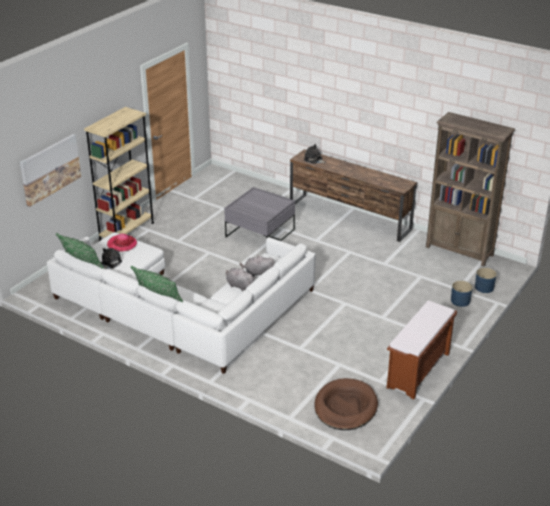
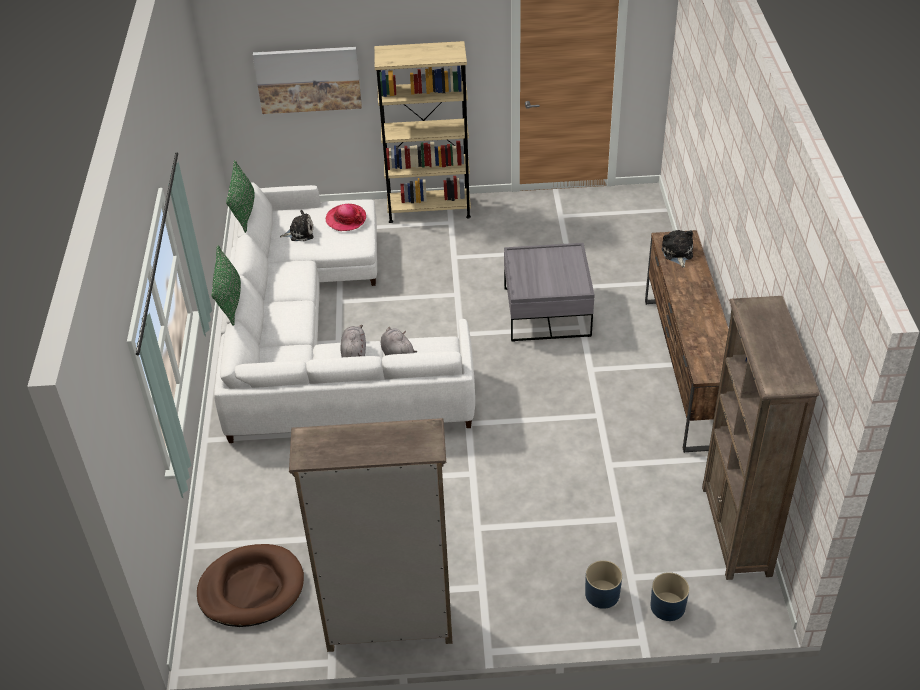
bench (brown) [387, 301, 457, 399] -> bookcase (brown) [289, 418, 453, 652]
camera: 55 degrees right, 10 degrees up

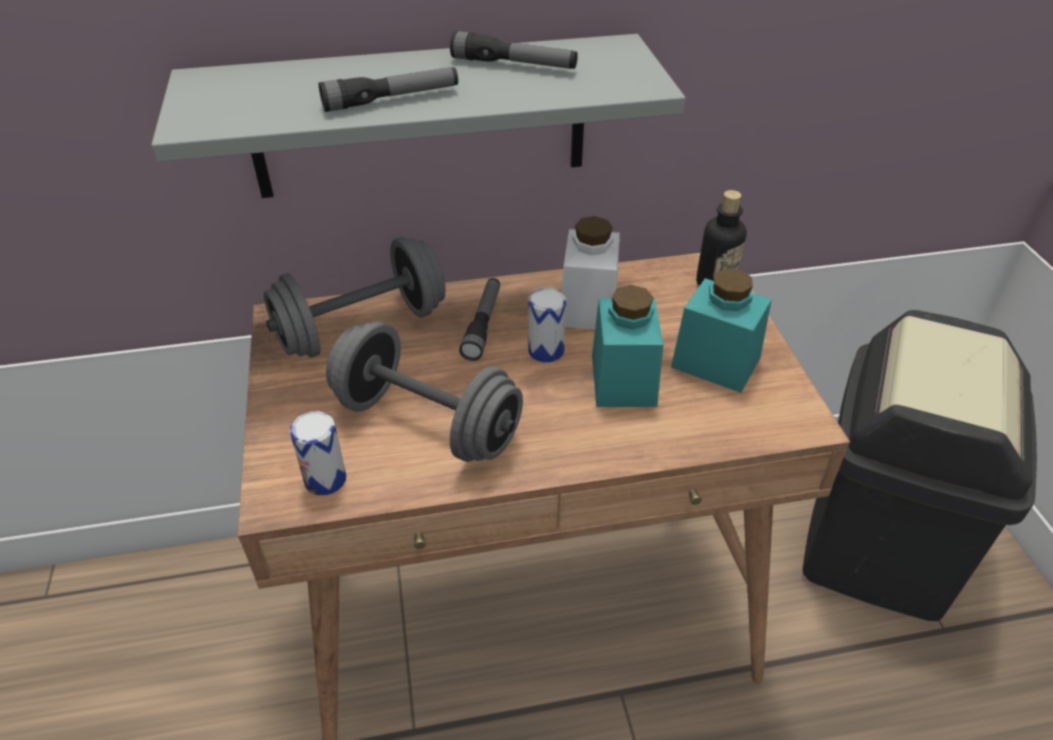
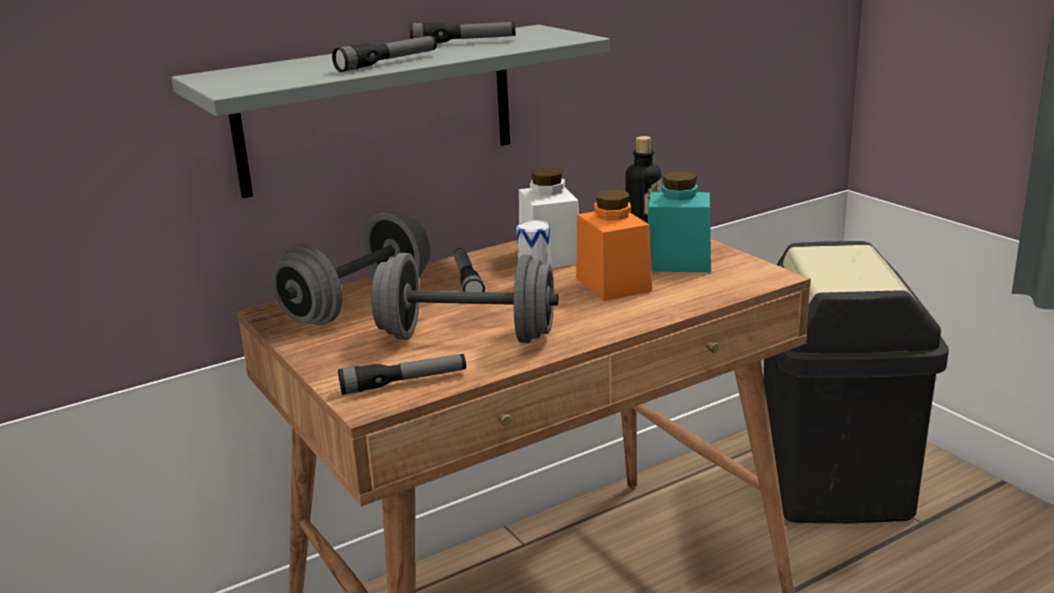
can [290, 411, 346, 496] -> flashlight [338, 354, 466, 395]
jar (turquoise) [592, 285, 663, 407] -> jar (orange) [576, 190, 652, 301]
camera: 20 degrees left, 20 degrees down

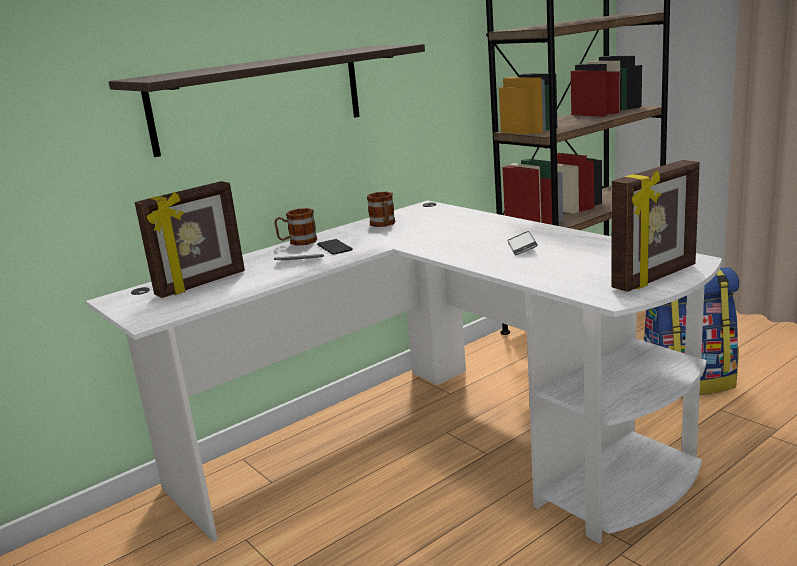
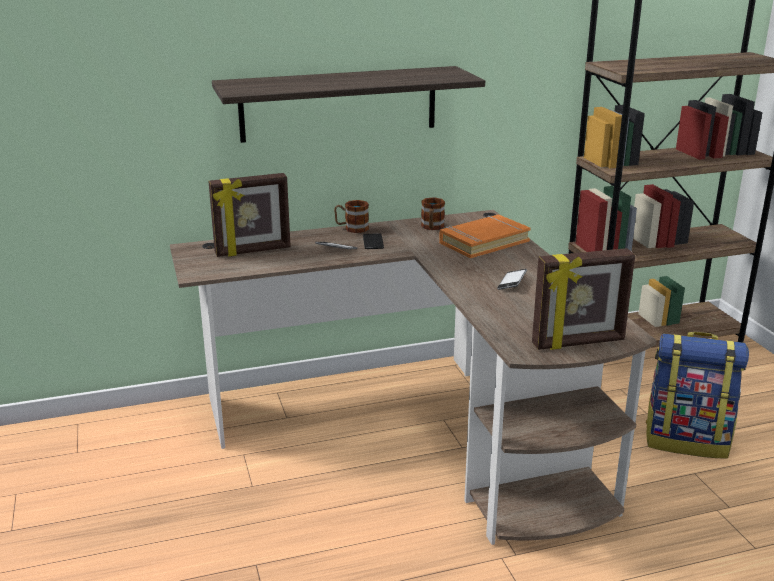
desk (white) [86, 201, 722, 544] -> desk (brown) [170, 210, 657, 545]
none -> book (orange) [439, 214, 531, 258]
camera: 20 degrees right, 5 degrees up

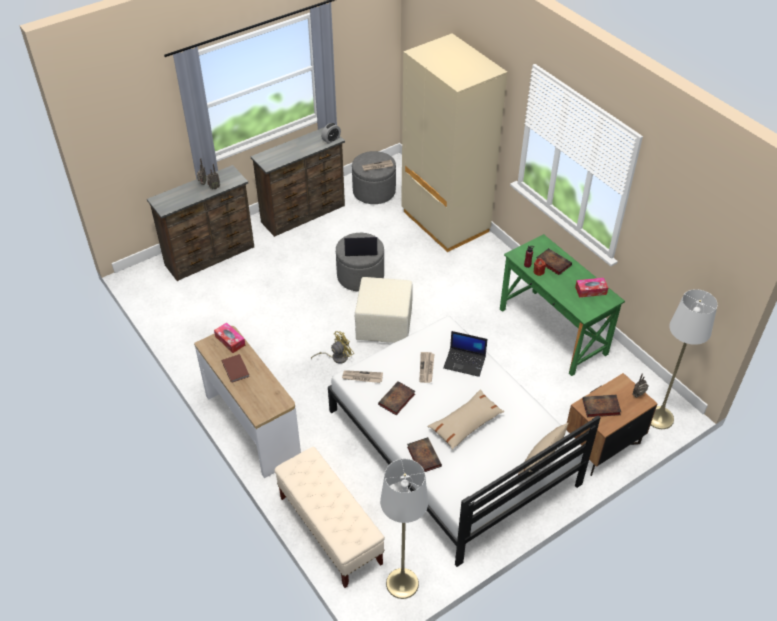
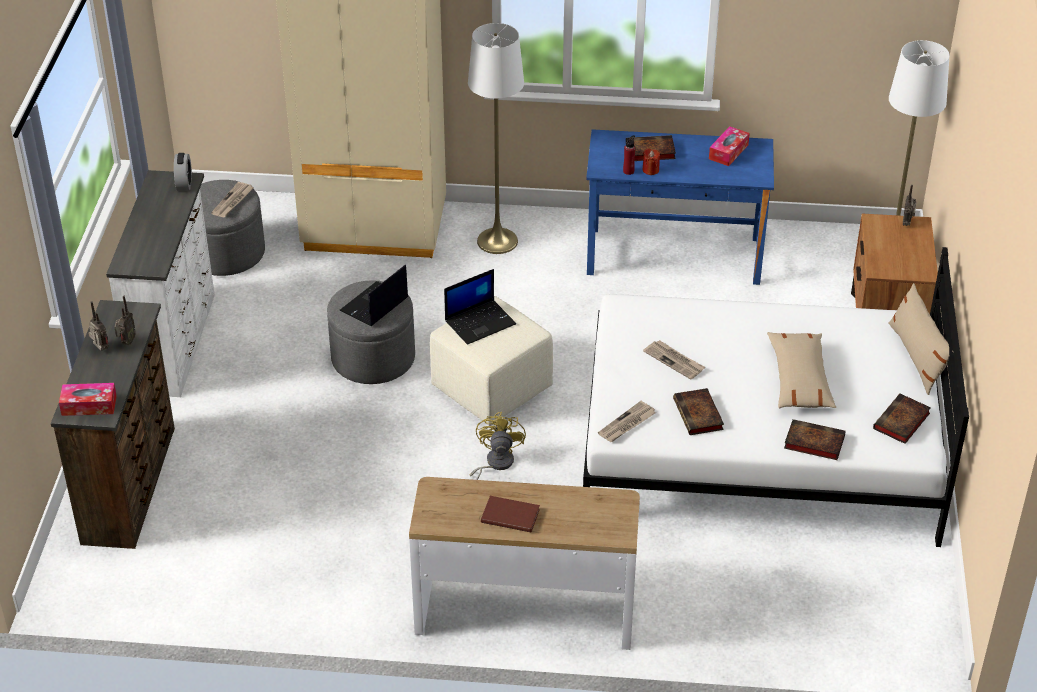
tissue box [214, 323, 245, 353] -> tissue box [59, 383, 117, 416], relocated
dresser (brown) [250, 127, 345, 237] -> dresser (white) [106, 170, 215, 397]
bench (beige) [275, 447, 385, 588] -> none
floor lamp (white) [380, 459, 428, 599] -> floor lamp (white) [468, 23, 524, 254], relocated
laptop [443, 331, 488, 377] -> laptop [444, 269, 516, 345], relocated
desk (green) [500, 234, 625, 376] -> desk (blue) [586, 129, 774, 285]
book [583, 395, 621, 417] -> book [873, 394, 931, 444], relocated
camera: 50 degrees left, 5 degrees down

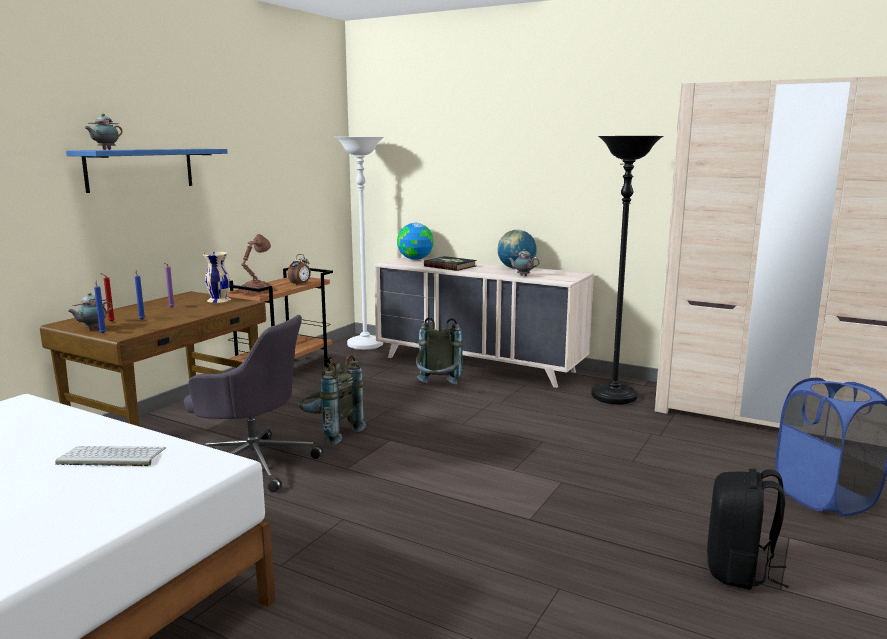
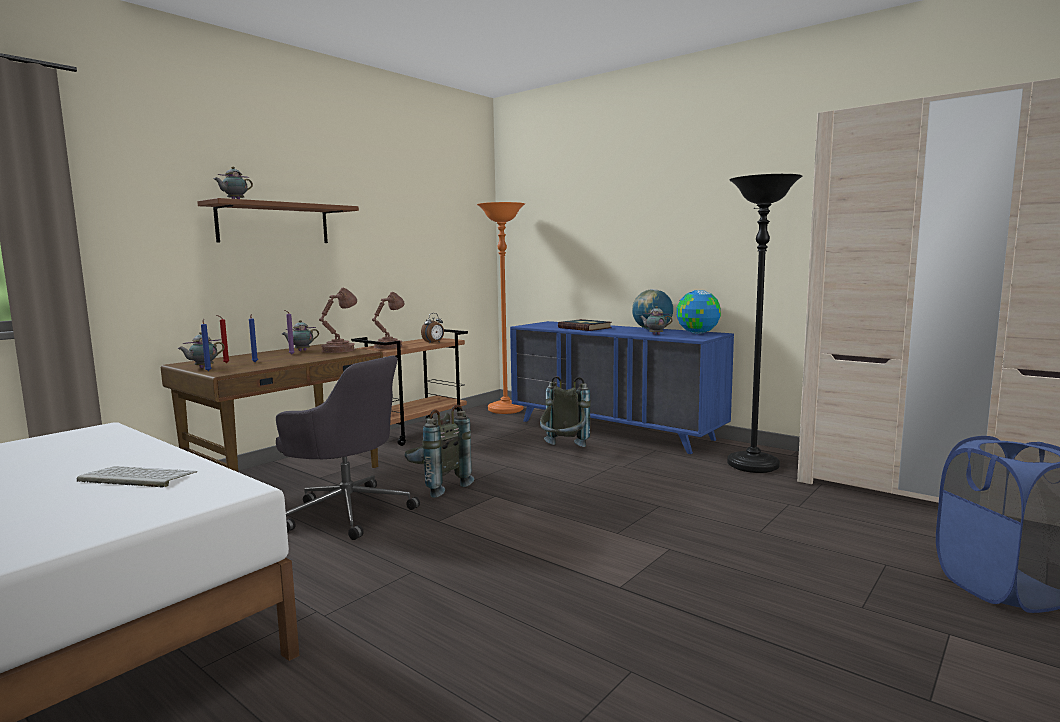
shelf (blue) [66, 149, 228, 193] -> shelf (brown) [197, 198, 359, 243]
vase (beige) [203, 252, 231, 303] -> table lamp (brown) [319, 288, 357, 353]
floor lamp (white) [335, 137, 384, 350] -> floor lamp (orange) [477, 202, 525, 414]
dresser (beige) [374, 257, 594, 388] -> dresser (blue) [510, 321, 734, 454]
globe [397, 223, 434, 260] -> globe [676, 290, 721, 334], relocated
backpack (black) [707, 469, 789, 590] -> none
none -> teapot [282, 320, 319, 351]
camera: 10 degrees right, 5 degrees down

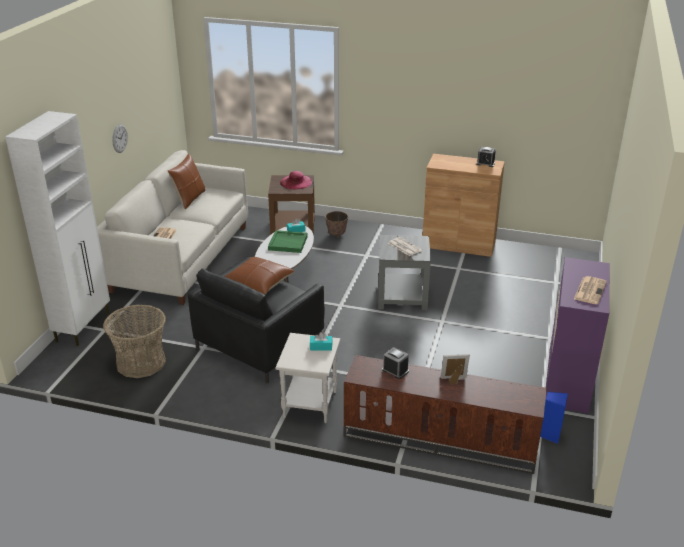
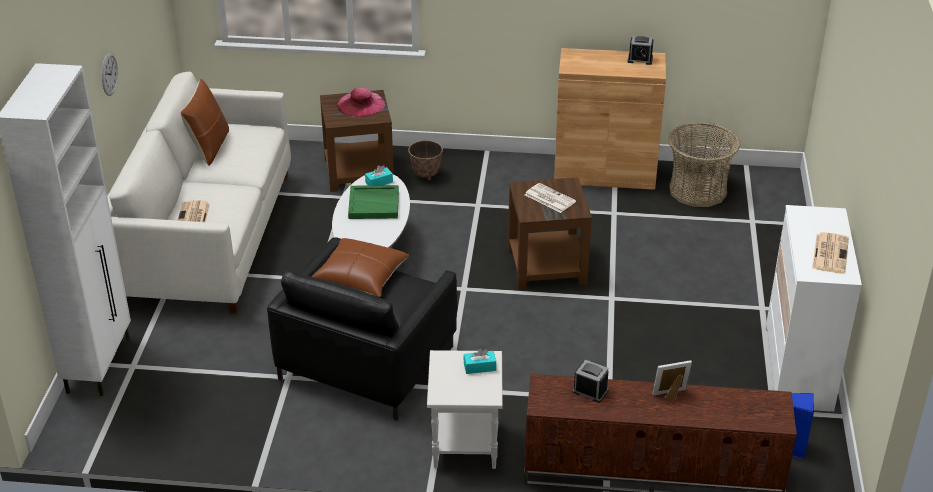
basket [103, 305, 166, 378] -> basket [668, 122, 740, 207], relocated
side table (grey) [378, 235, 431, 311] -> side table (brown) [508, 177, 592, 289]
dresser (purple) [546, 257, 610, 414] -> dresser (white) [765, 205, 862, 412]
camera: 10 degrees left, 5 degrees up

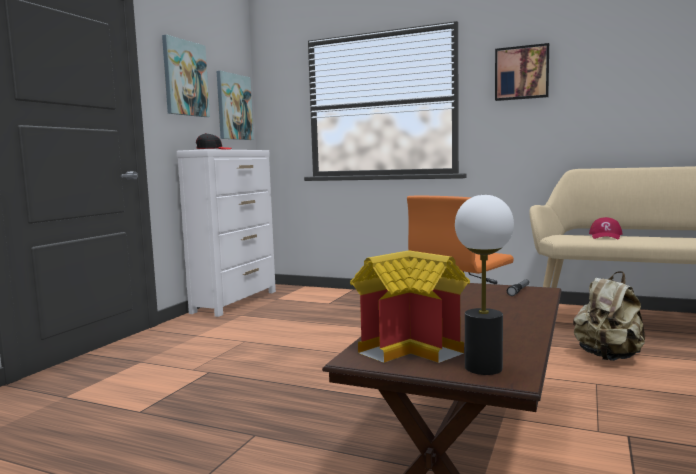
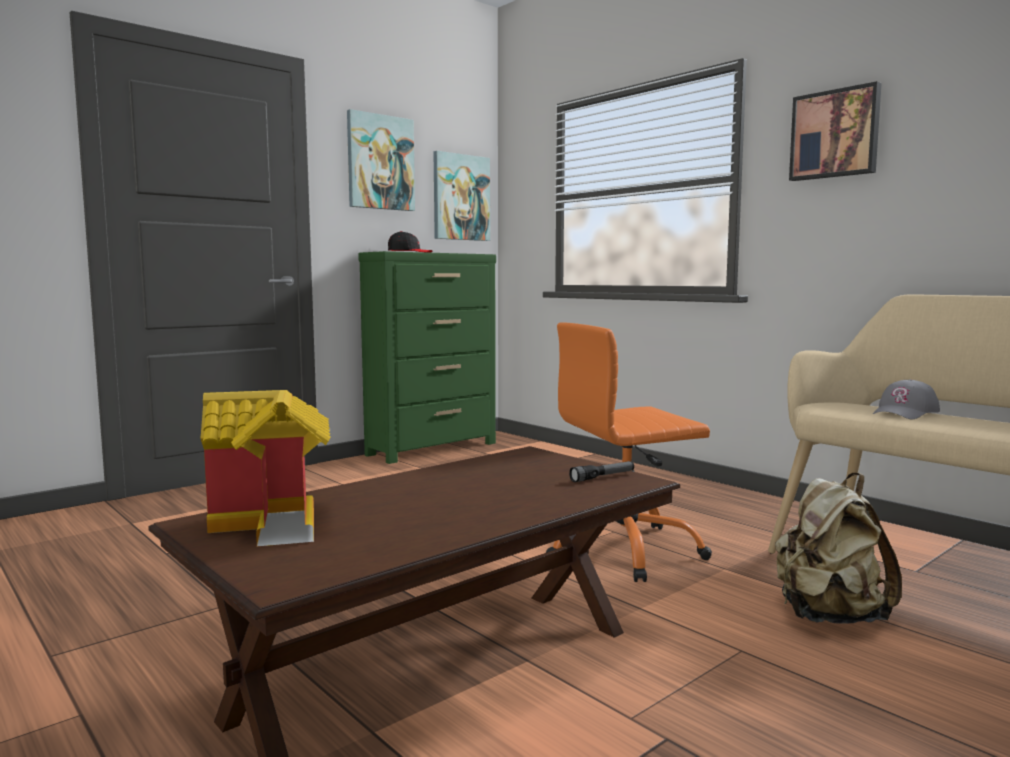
dresser (white) [177, 149, 276, 317] -> dresser (green) [358, 251, 496, 464]
table lamp [455, 195, 514, 375] -> none
cap (red) [589, 217, 623, 239] -> cap (grey) [873, 379, 940, 419]
camera: 25 degrees right, 0 degrees up

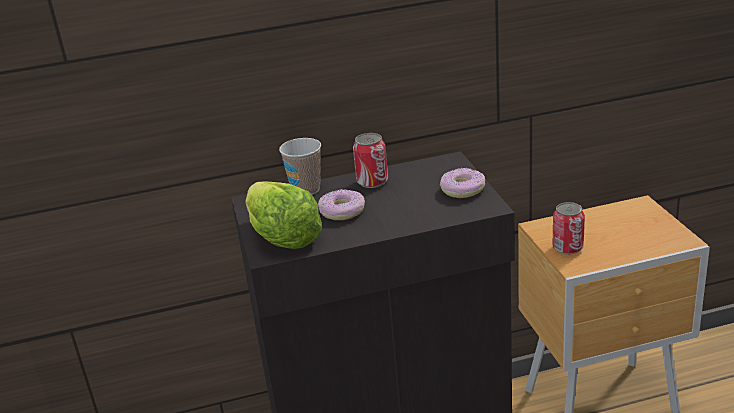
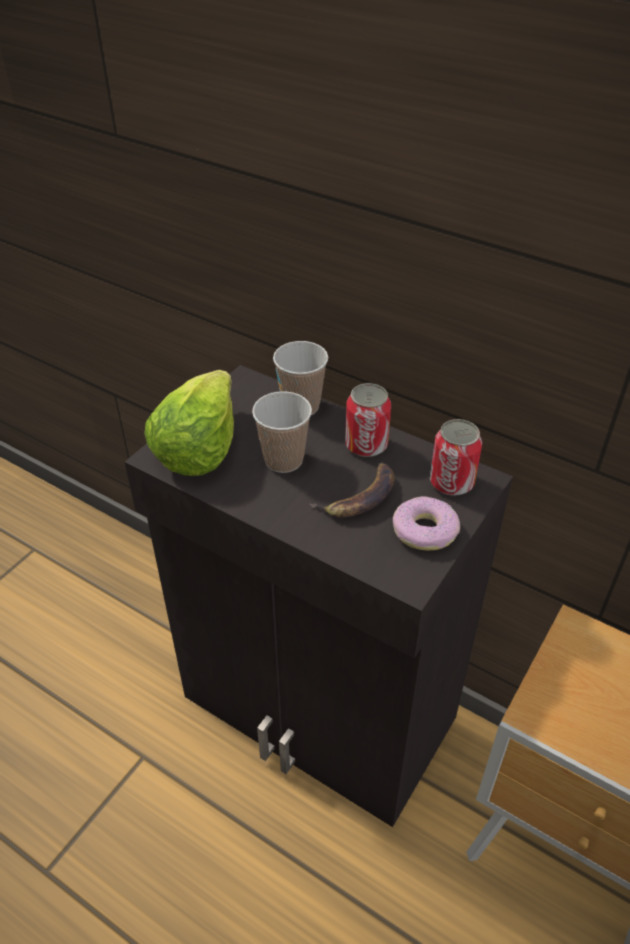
donut [318, 189, 365, 220] -> cup [252, 391, 312, 473]
can [553, 202, 585, 255] -> can [430, 419, 482, 496], relocated
none -> banana [309, 462, 394, 517]
camera: 45 degrees right, 15 degrees up

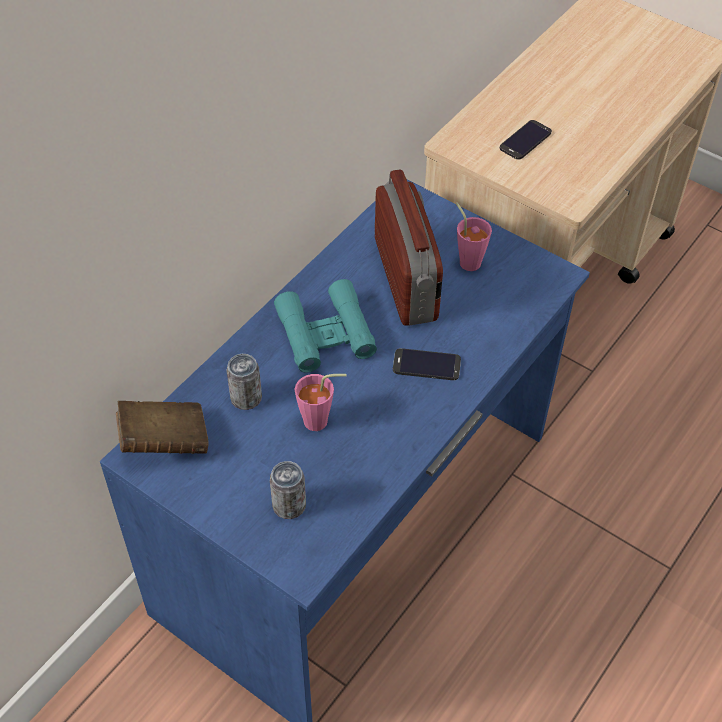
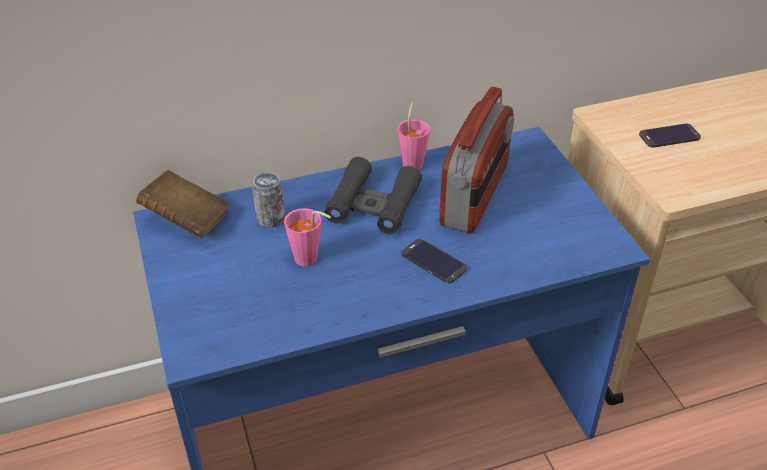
can [270, 461, 306, 519] -> none
binoculars (turquoise) [274, 279, 377, 373] -> binoculars (black) [324, 157, 422, 234]
cup (pink) [456, 202, 492, 271] -> cup (pink) [397, 102, 430, 170], relocated
camera: 35 degrees right, 10 degrees down

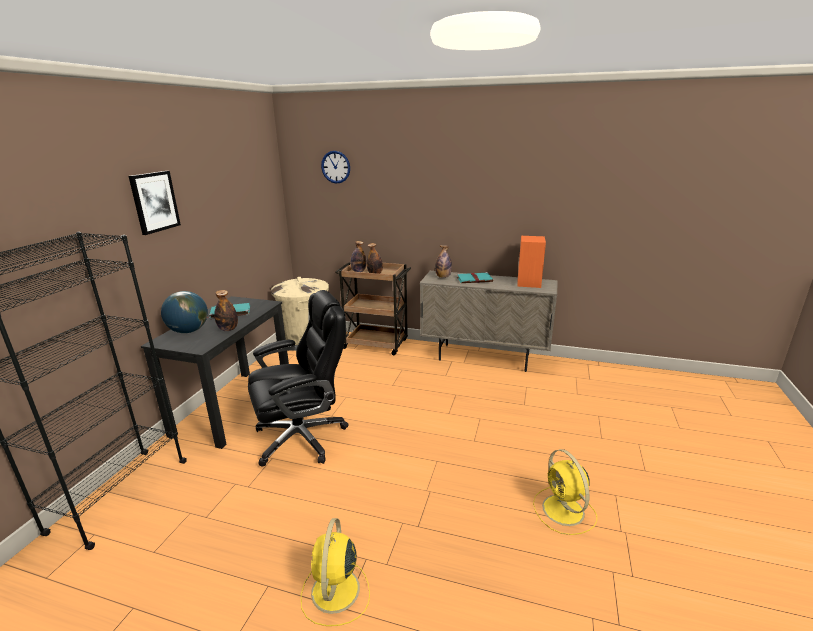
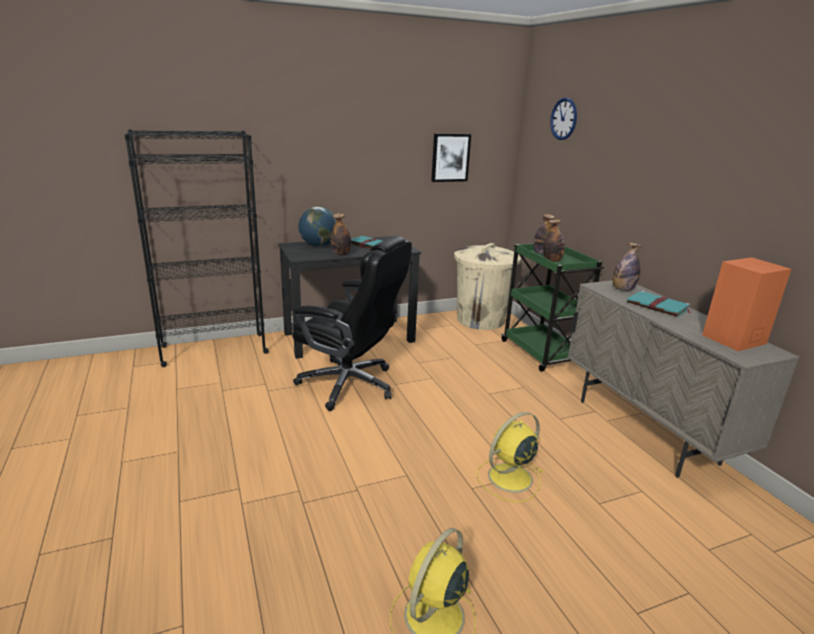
picture [129, 171, 181, 235] -> picture [431, 134, 471, 182], relocated
fan (yellow) [301, 518, 370, 626] -> fan (yellow) [477, 412, 543, 502], relocated
cart (brown) [335, 261, 411, 355] -> cart (green) [501, 243, 604, 372]
camera: 50 degrees right, 0 degrees up

